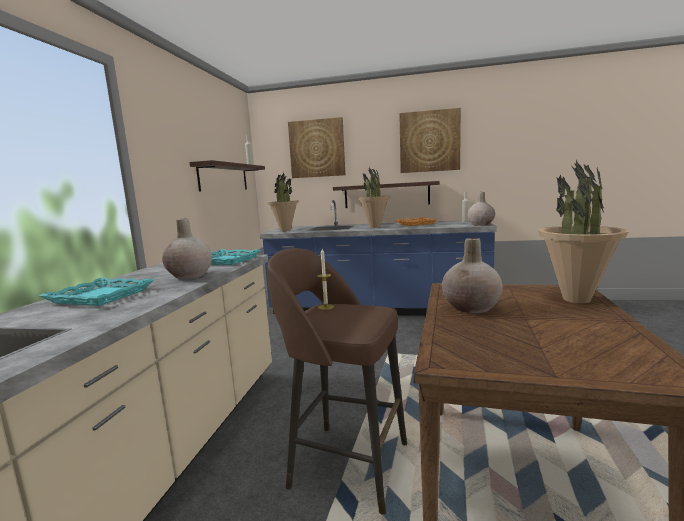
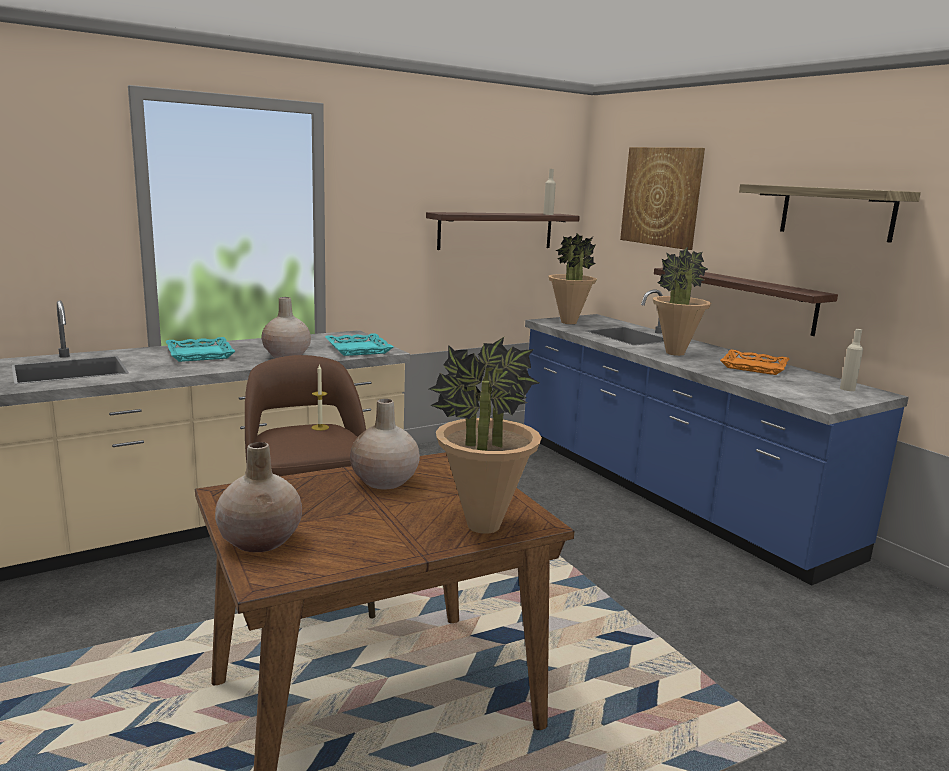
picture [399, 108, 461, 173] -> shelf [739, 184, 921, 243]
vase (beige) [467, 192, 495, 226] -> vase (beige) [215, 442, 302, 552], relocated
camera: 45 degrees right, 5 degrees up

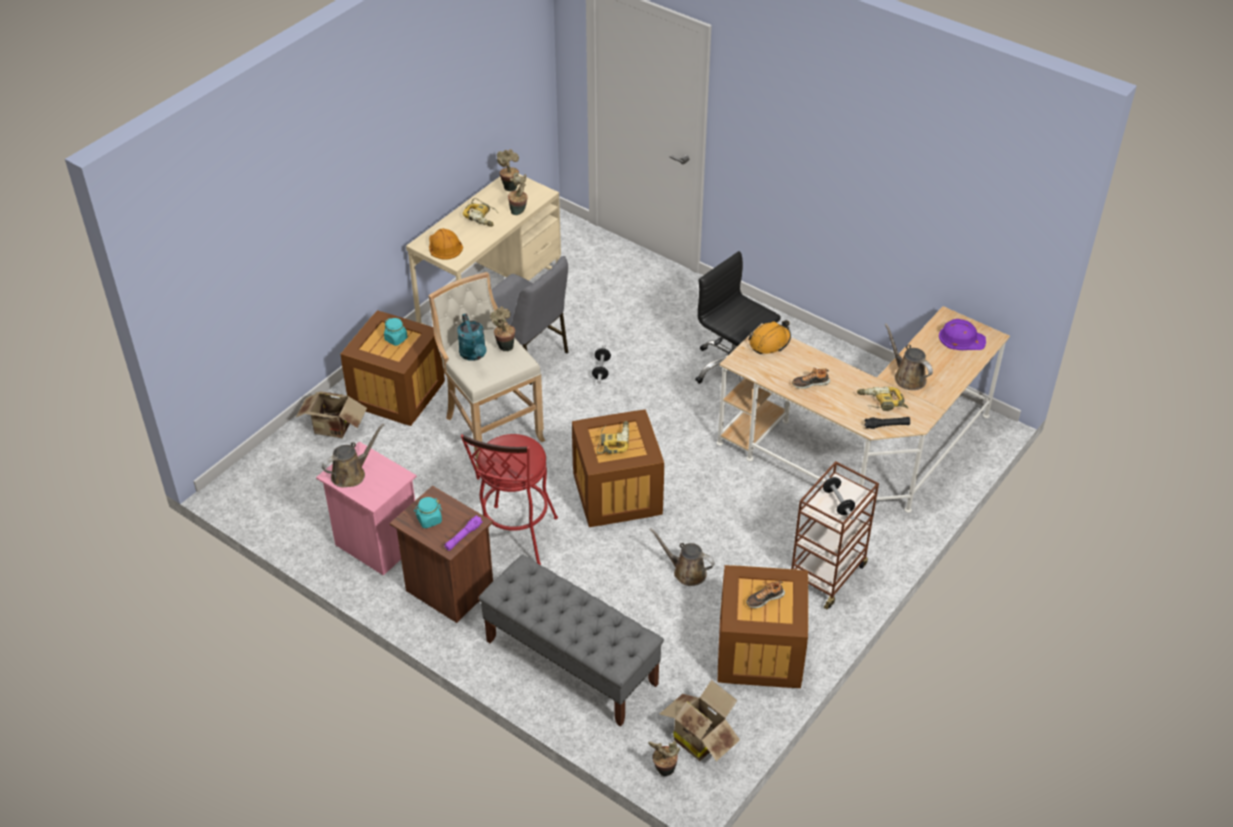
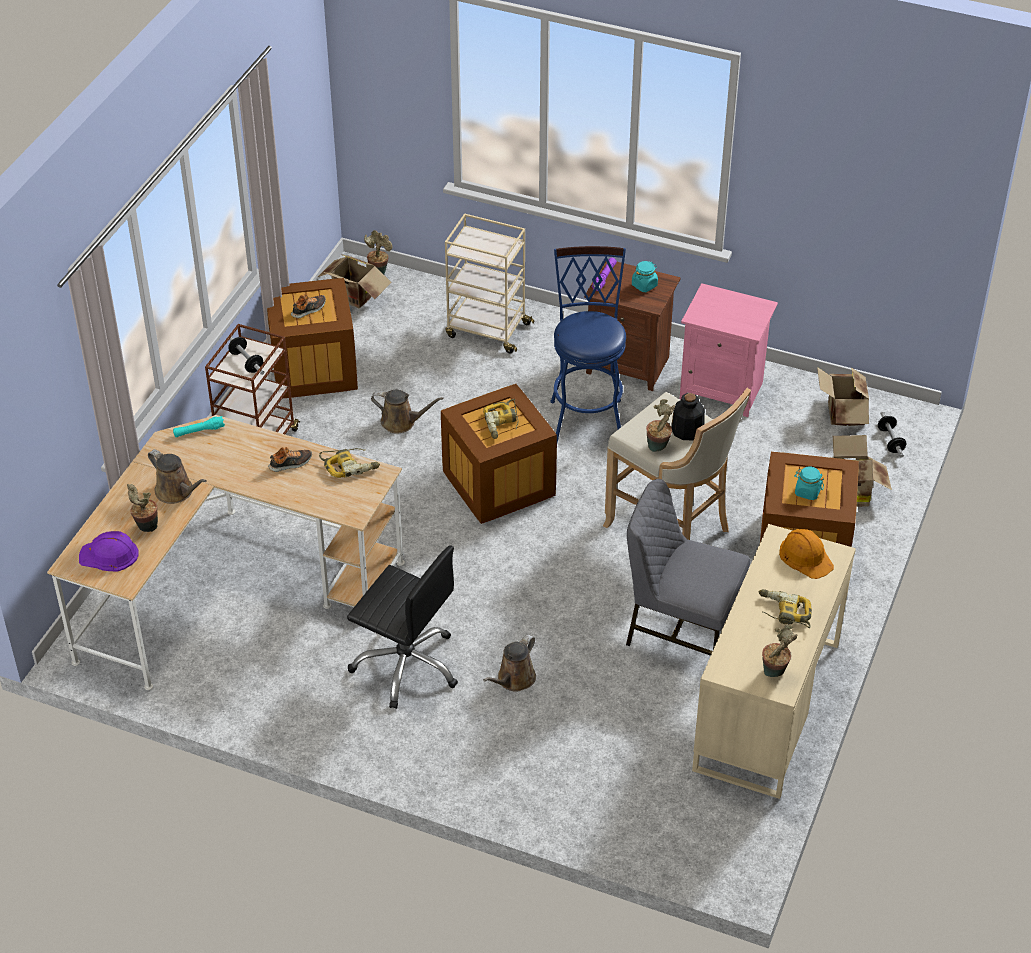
watering can (brown) [322, 424, 384, 488] -> watering can (brown) [483, 634, 536, 692], relocated
watering can (turquoise) [457, 314, 487, 361] -> bottle [671, 393, 705, 440]
stool (red) [461, 434, 558, 565] -> stool (blue) [550, 246, 626, 443]
bench (grey) [479, 555, 664, 727] -> cart (beige) [445, 213, 534, 353]
potted plant [508, 172, 528, 215] -> potted plant [127, 484, 158, 532], relocated
dumbbell [592, 345, 611, 384] -> dumbbell [878, 412, 906, 458], relocated
hard hat (orange) [748, 320, 791, 354] -> none
power drill [857, 386, 908, 411] -> power drill [319, 448, 380, 478], relocated
flashlight (black) [864, 417, 910, 429] -> flashlight (turquoise) [173, 416, 225, 437]
none -> cardboard box [817, 367, 869, 426]
camera: 165 degrees right, 0 degrees up

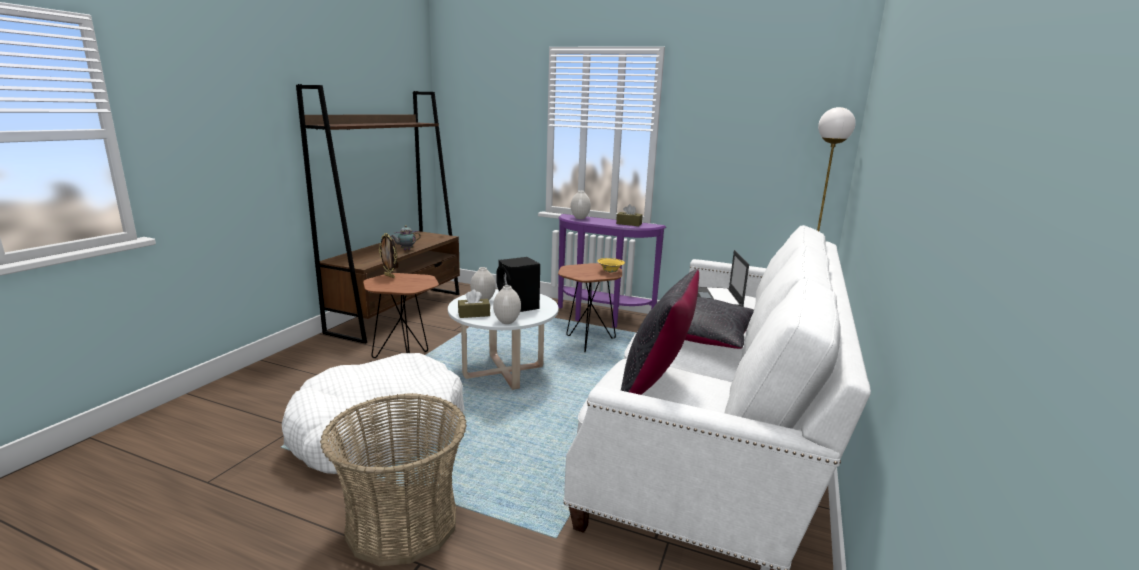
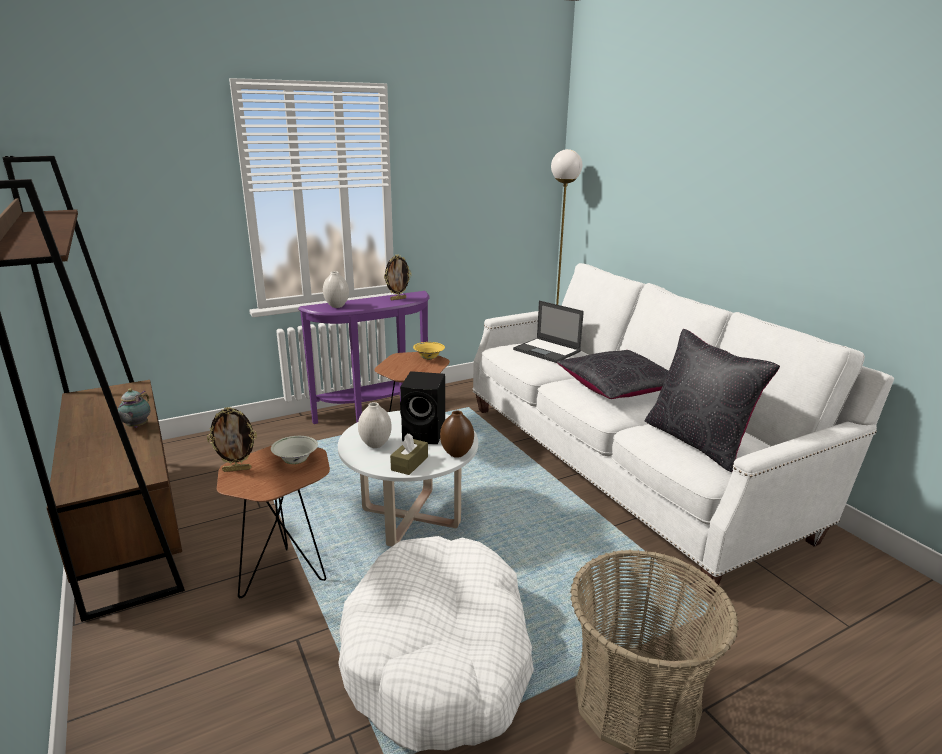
vase (white) [493, 285, 521, 324] -> vase (brown) [440, 411, 474, 458]
tissue box (brown) [616, 204, 643, 226] -> picture frame [384, 255, 411, 300]
none -> bowl (white) [271, 436, 318, 464]
camera: 50 degrees left, 5 degrees up

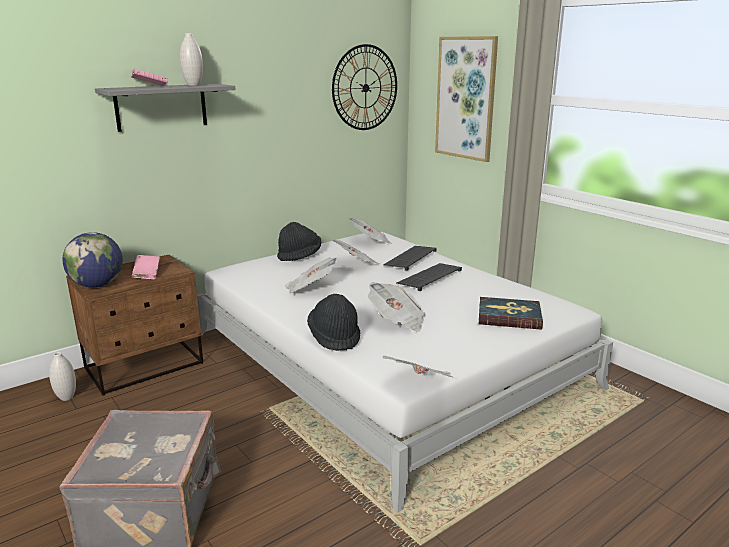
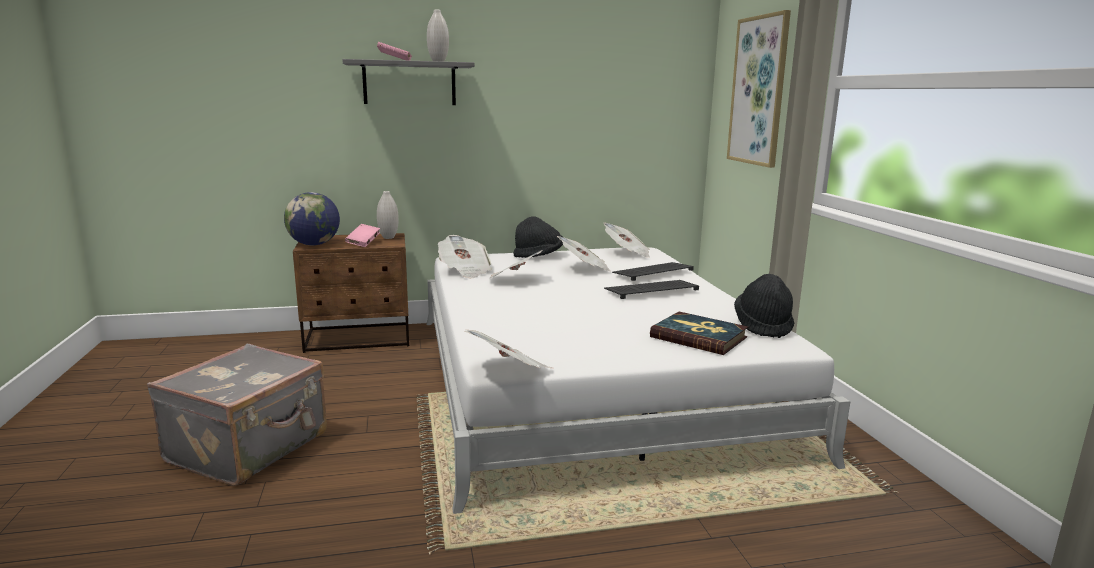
vase (white) [49, 352, 76, 401] -> vase (white) [377, 191, 399, 239], relocated
hat (black) [307, 294, 360, 351] -> hat (black) [734, 274, 794, 338], relocated
wall clock [332, 44, 397, 130] -> none
newspaper [368, 282, 425, 331] -> newspaper [438, 235, 492, 279], relocated
camera: 25 degrees right, 5 degrees down

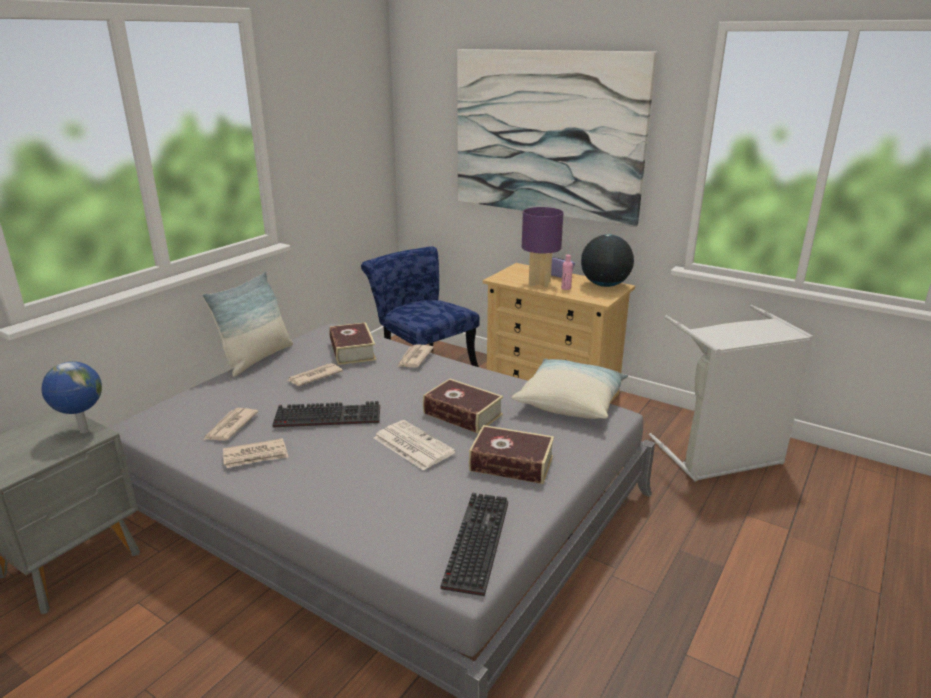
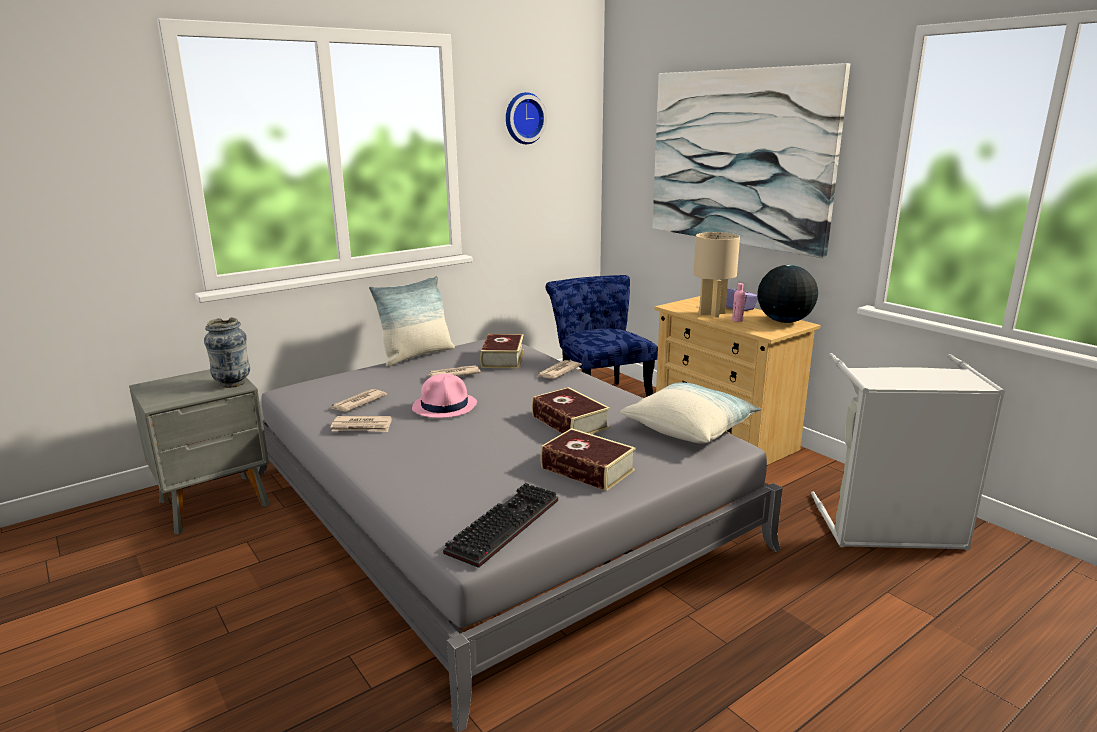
globe [42, 361, 102, 433] -> vase [204, 317, 250, 388]
keyboard [272, 401, 380, 428] -> hat (pink) [412, 374, 477, 418]
newspaper [374, 420, 456, 471] -> none
table lamp (purple) [522, 207, 564, 287] -> table lamp (beige) [693, 232, 740, 318]
none -> wall clock [506, 92, 547, 144]
camera: 20 degrees right, 5 degrees down

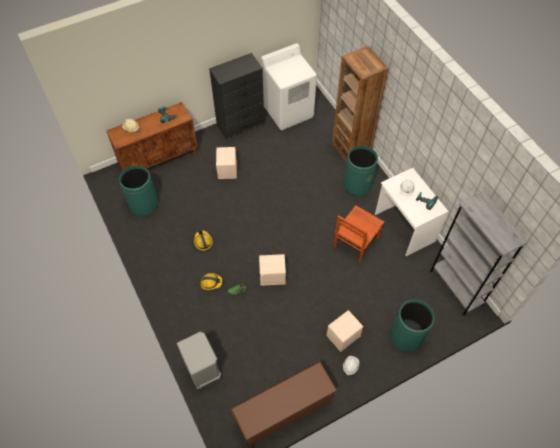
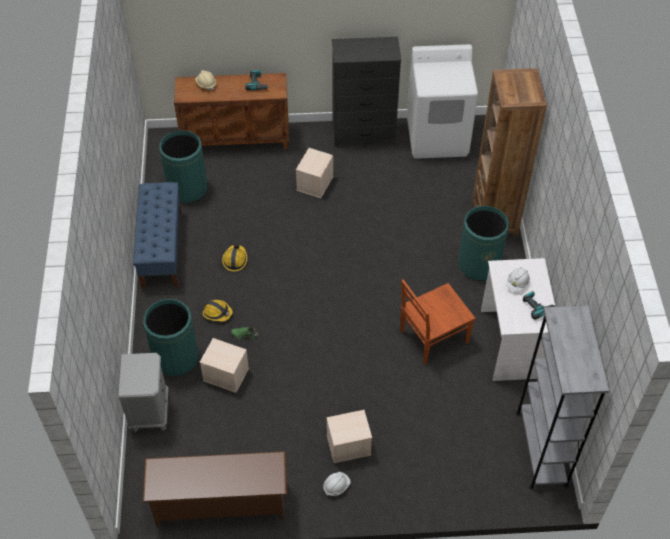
storage box (beige) [259, 254, 286, 286] -> storage box (beige) [200, 338, 249, 393], relocated
trash can (green) [390, 300, 434, 351] -> trash can (green) [143, 299, 198, 376], relocated
none -> bench (blue) [133, 182, 182, 289]
camera: 25 degrees right, 5 degrees down

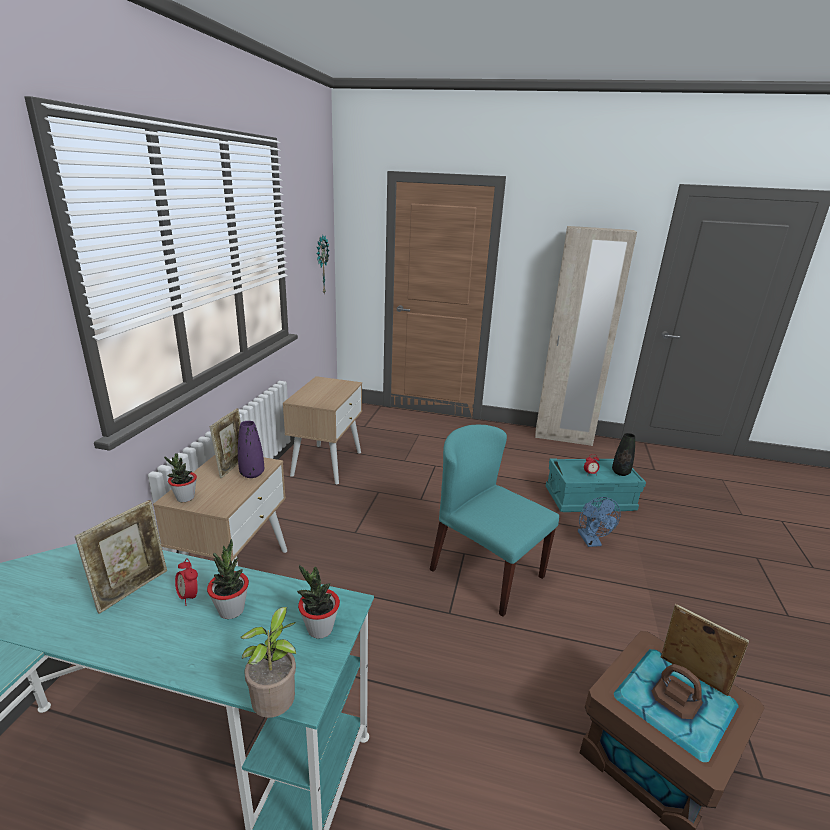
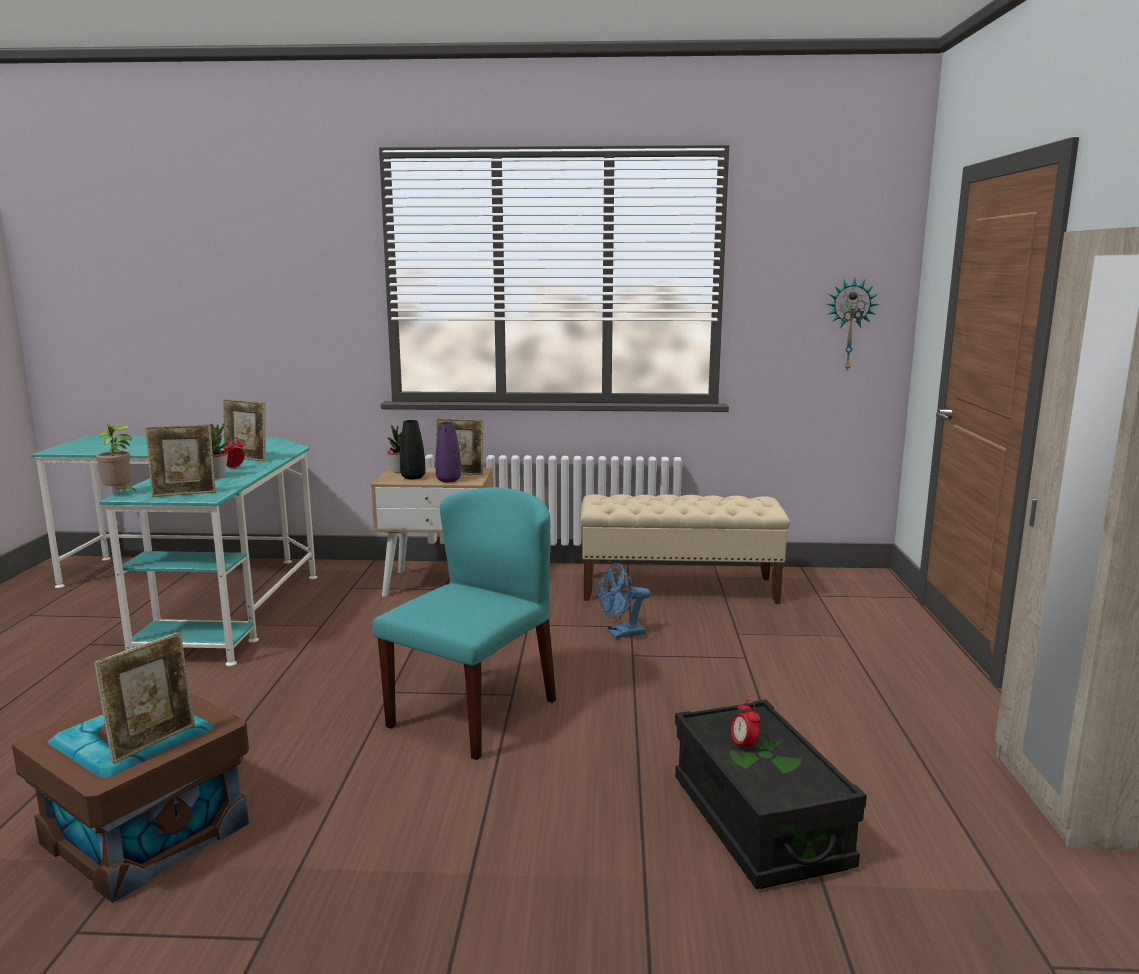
nightstand (beige) [283, 376, 362, 484] -> bench (beige) [580, 494, 790, 604]
potted plant [297, 565, 340, 639] -> picture frame [145, 424, 216, 497]
storage box (turquoise) [546, 459, 646, 512] -> storage box (black) [675, 700, 867, 889]
fan (blue) [578, 497, 621, 547] -> fan (blue) [598, 563, 651, 638], relocated
vase (black) [612, 433, 635, 476] -> vase (black) [400, 420, 425, 479], relocated
camera: 80 degrees right, 10 degrees down

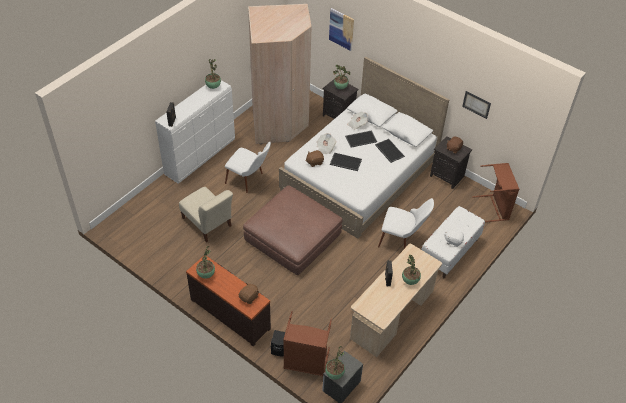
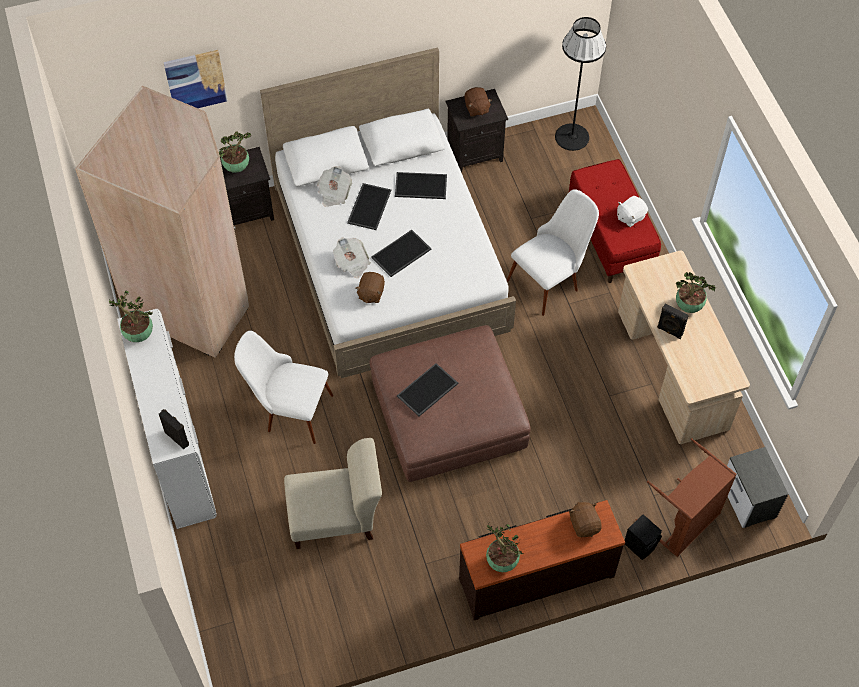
chair (white) [225, 142, 271, 193] -> chair (white) [234, 331, 333, 444], 135 degrees counterclockwise
potted plant [325, 346, 345, 379] -> none
bench (white) [421, 206, 485, 278] -> bench (red) [569, 159, 661, 283]
picture [462, 91, 491, 119] -> none
laundry basket (brown) [472, 163, 519, 222] -> floor lamp (black) [555, 17, 606, 151]
none -> tray [397, 363, 458, 417]
camera: 55 degrees left, 10 degrees up

